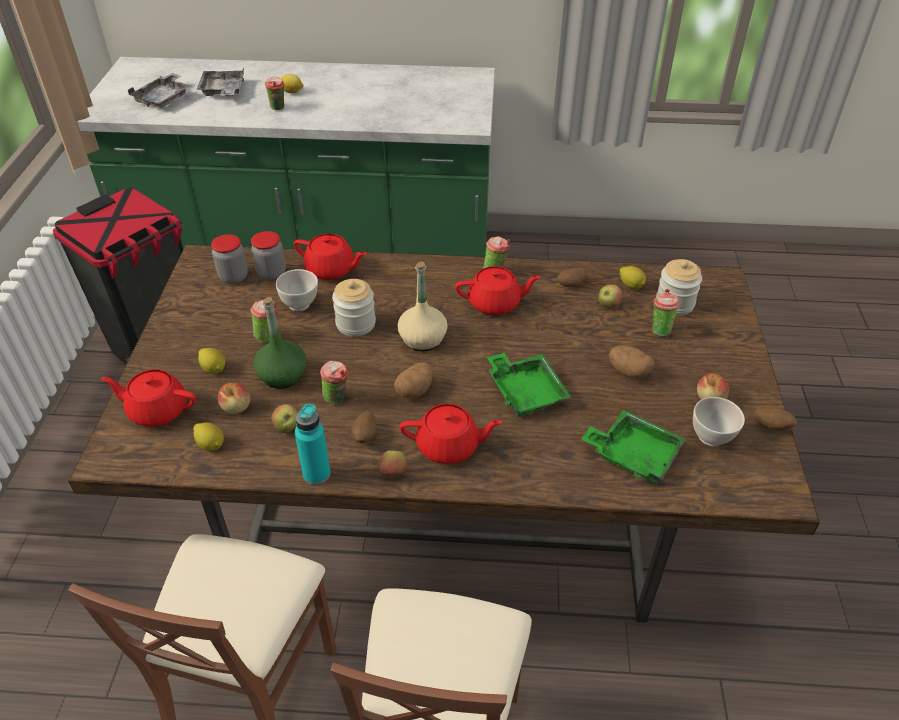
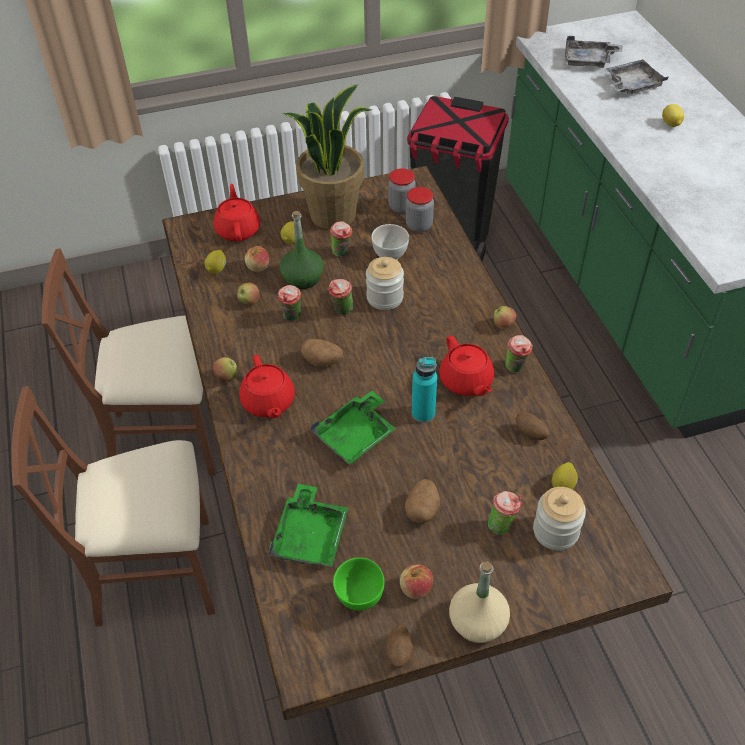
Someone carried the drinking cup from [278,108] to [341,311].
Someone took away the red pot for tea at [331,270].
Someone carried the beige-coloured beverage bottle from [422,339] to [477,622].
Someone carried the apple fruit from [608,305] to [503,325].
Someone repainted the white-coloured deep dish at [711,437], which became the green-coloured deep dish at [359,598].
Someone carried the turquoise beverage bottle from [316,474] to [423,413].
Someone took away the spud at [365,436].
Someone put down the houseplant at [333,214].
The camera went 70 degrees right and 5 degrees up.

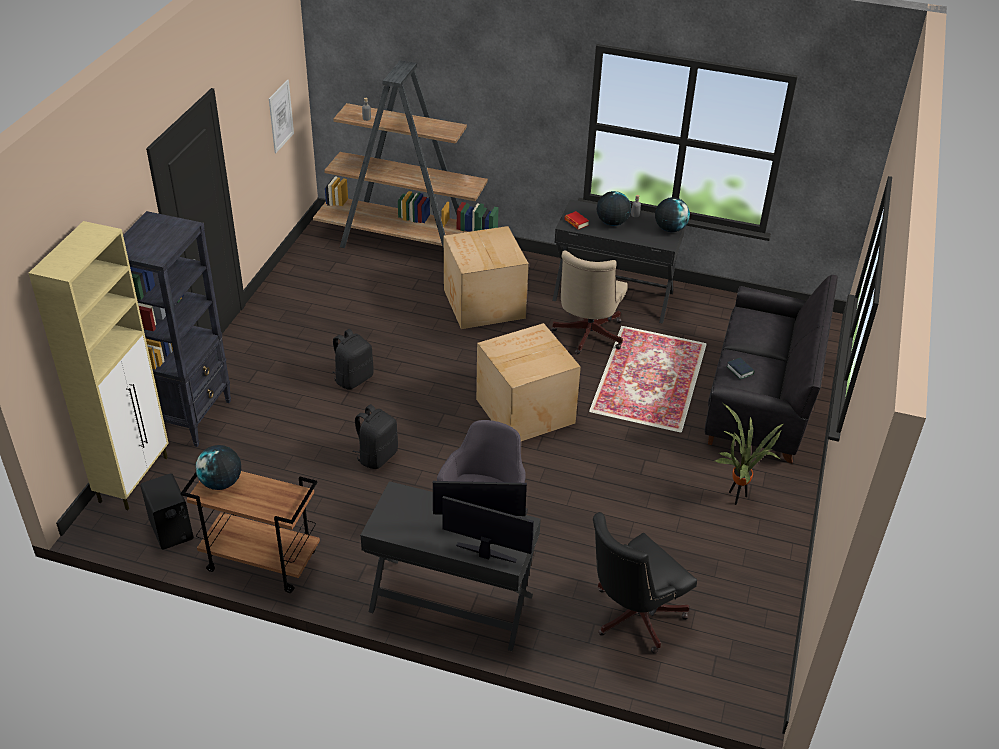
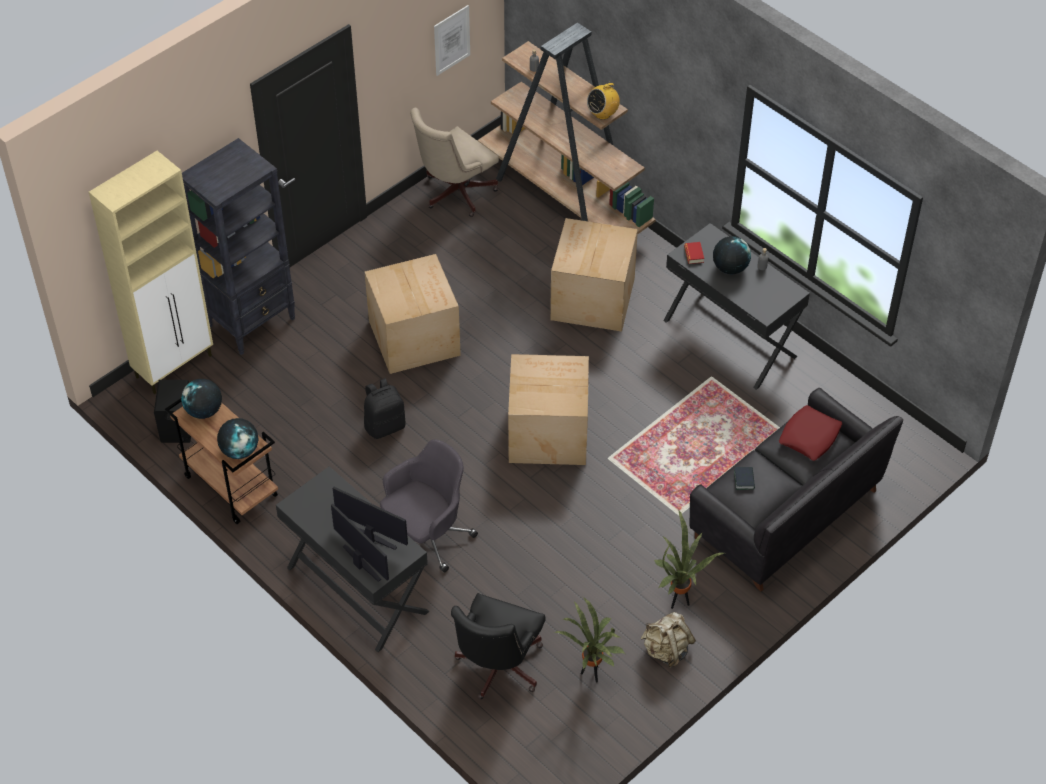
Someone carried the desk globe from [670,229] to [240,450].
Someone carried the beige-coloured office chair from [587,336] to [454,194].
Someone swapped the blackish rucksack at [353,378] for the packing box at [415,337].
Someone rotated the blackish office chair at [632,617] by 60 degrees counterclockwise.
Someone put down the radio at [603,114].
Someone put down the red throw pillow at [809,437].
Someone put down the houseplant at [591,675].
Someone put down the beige-coloured rucksack at [666,650].
The camera went 30 degrees right and 10 degrees up.

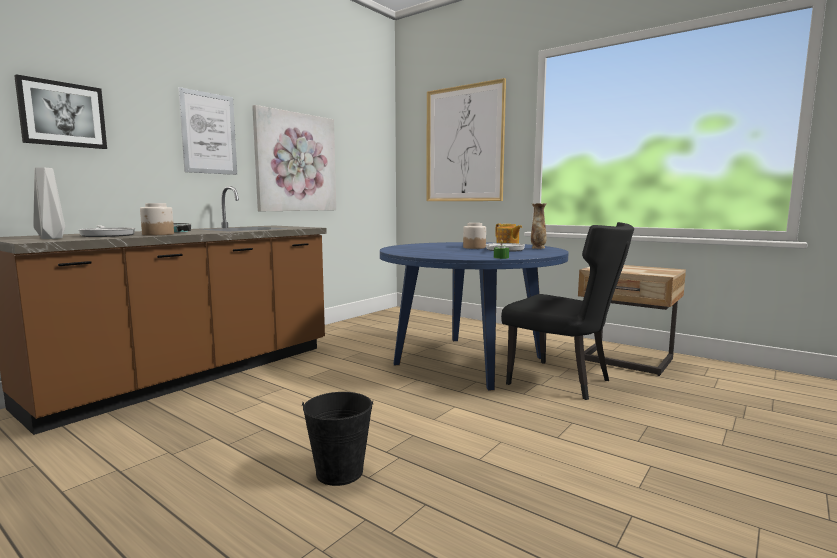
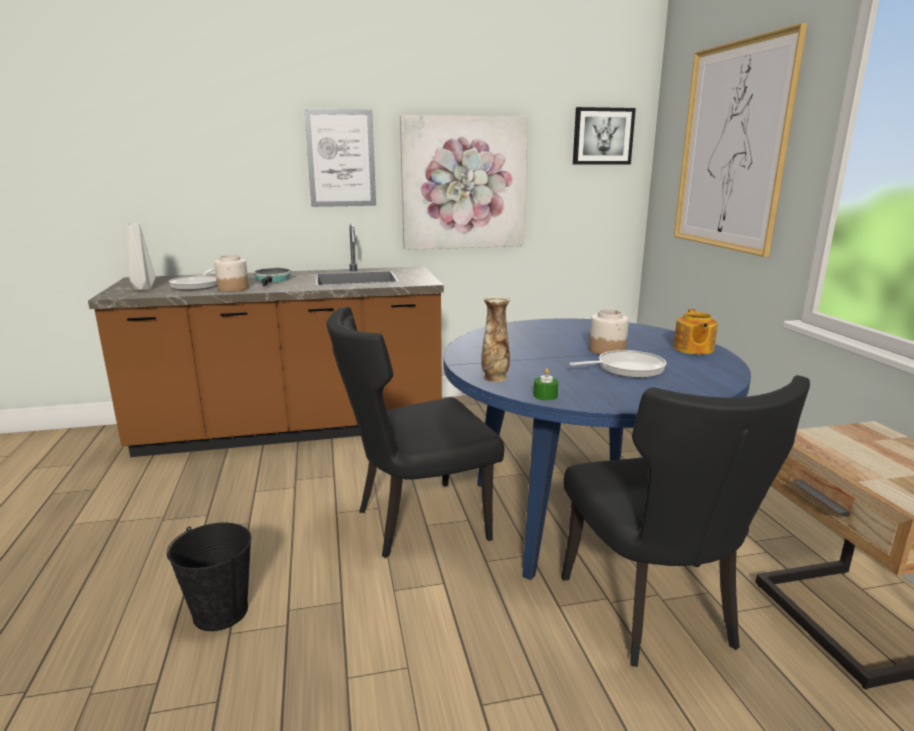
Someone carried the picture from [62,114] to [602,136].
Someone carried the flower vase from [538,248] to [495,378].
Someone put down the blackish chair at [416,522].
The camera went 40 degrees right and 10 degrees up.

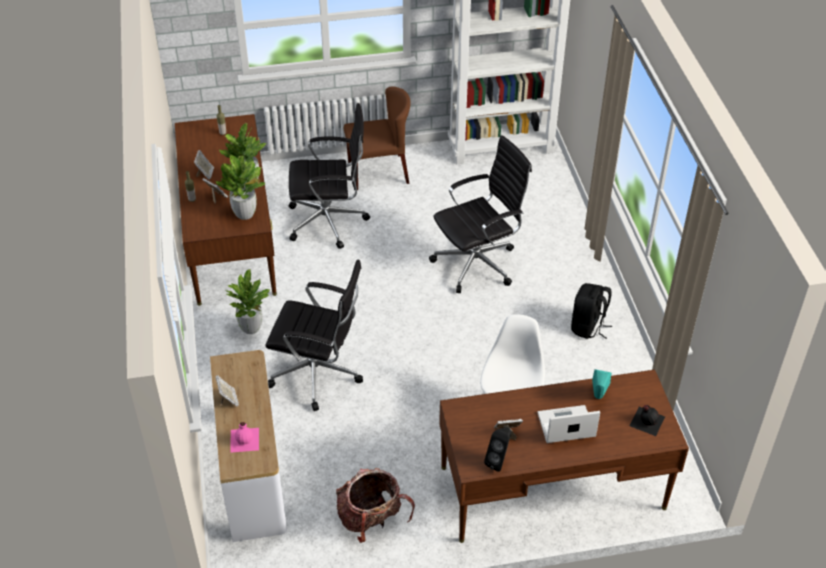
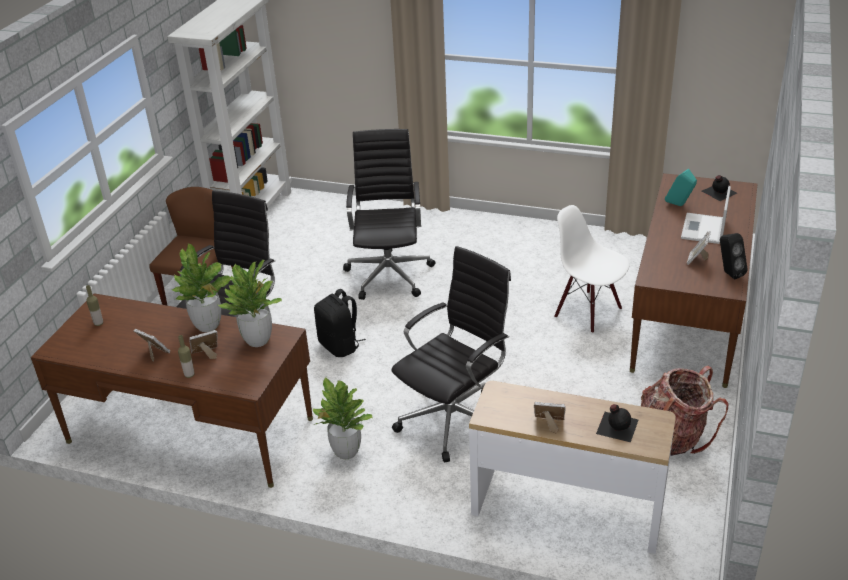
Someone carried the blackish rucksack from [588,327] to [340,346].
Someone repainted the pink-coloured beverage bottle at [245,439], which became the blackish beverage bottle at [616,426].
The camera went 60 degrees left and 10 degrees down.

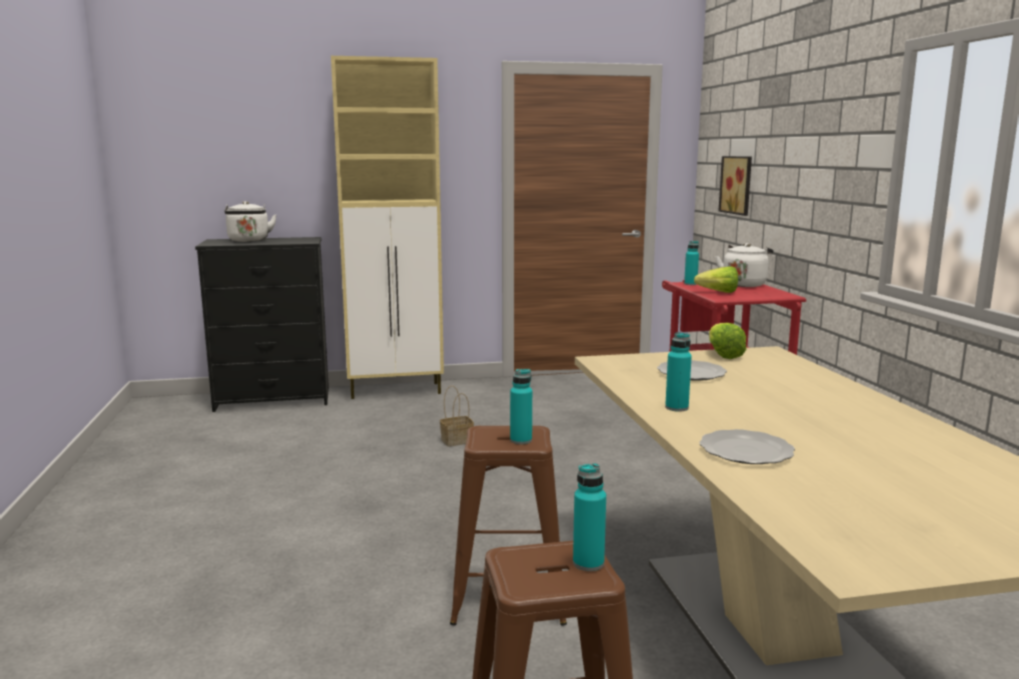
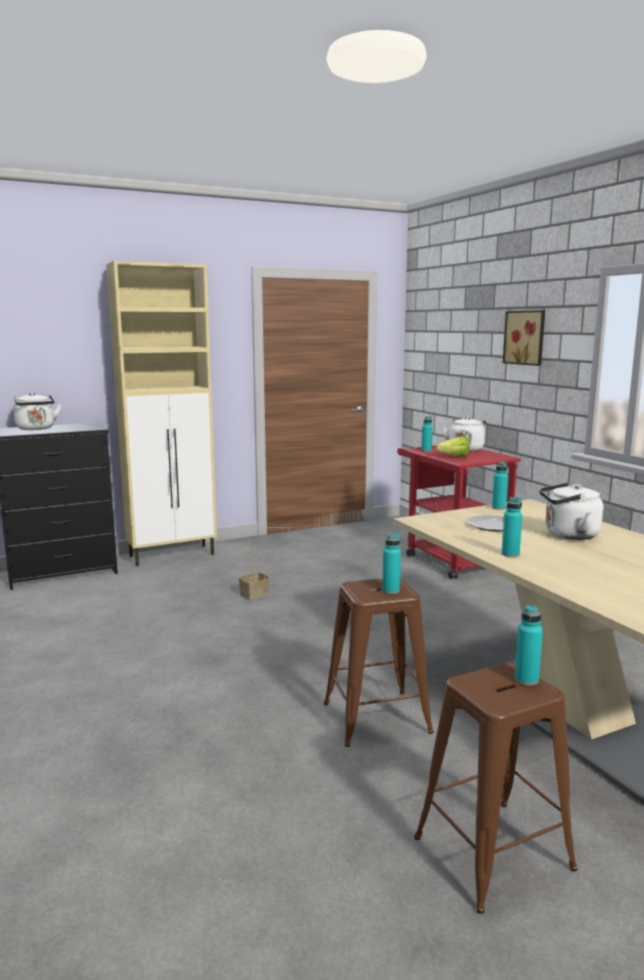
Someone carried the picture from [738,185] to [526,337].
Someone swapped the lettuce head at [722,353] for the turquoise beverage bottle at [499,508].
Someone took away the plate at [747,451].
Someone put down the white-coloured water kettle at [568,535].
The camera went 15 degrees left and 0 degrees up.

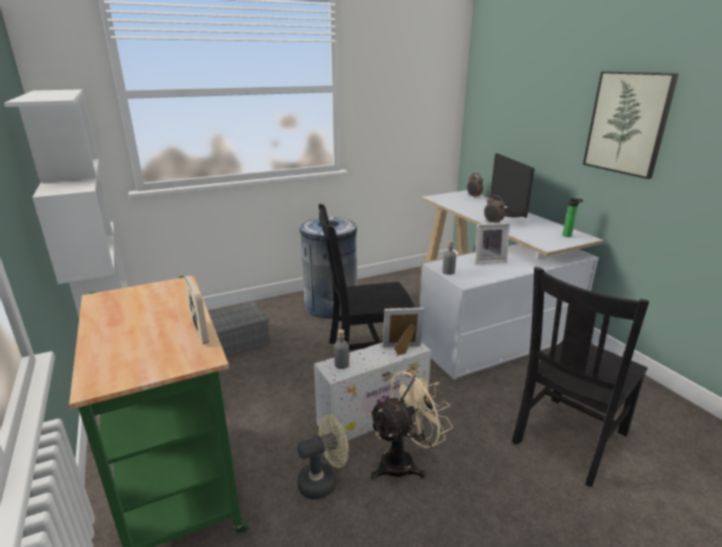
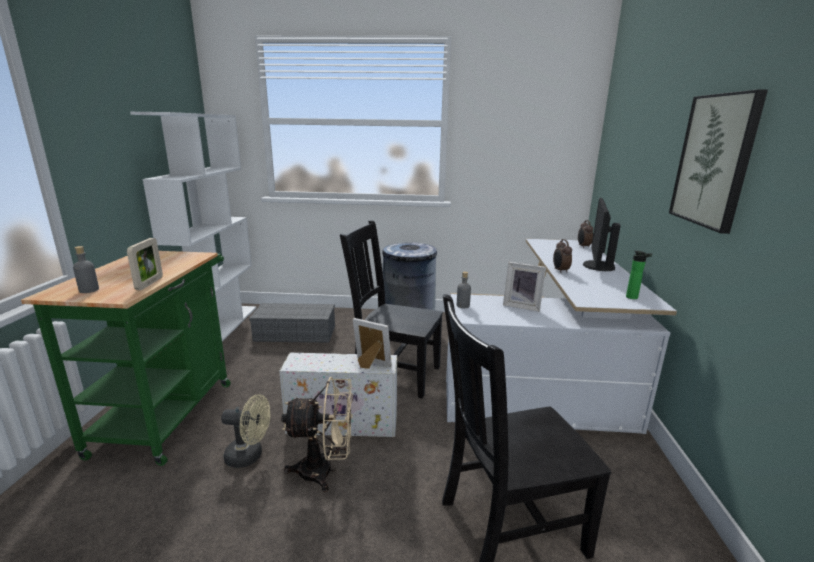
Someone carried the gray beverage bottle from [341,364] to [89,290].
The camera went 30 degrees right and 5 degrees down.

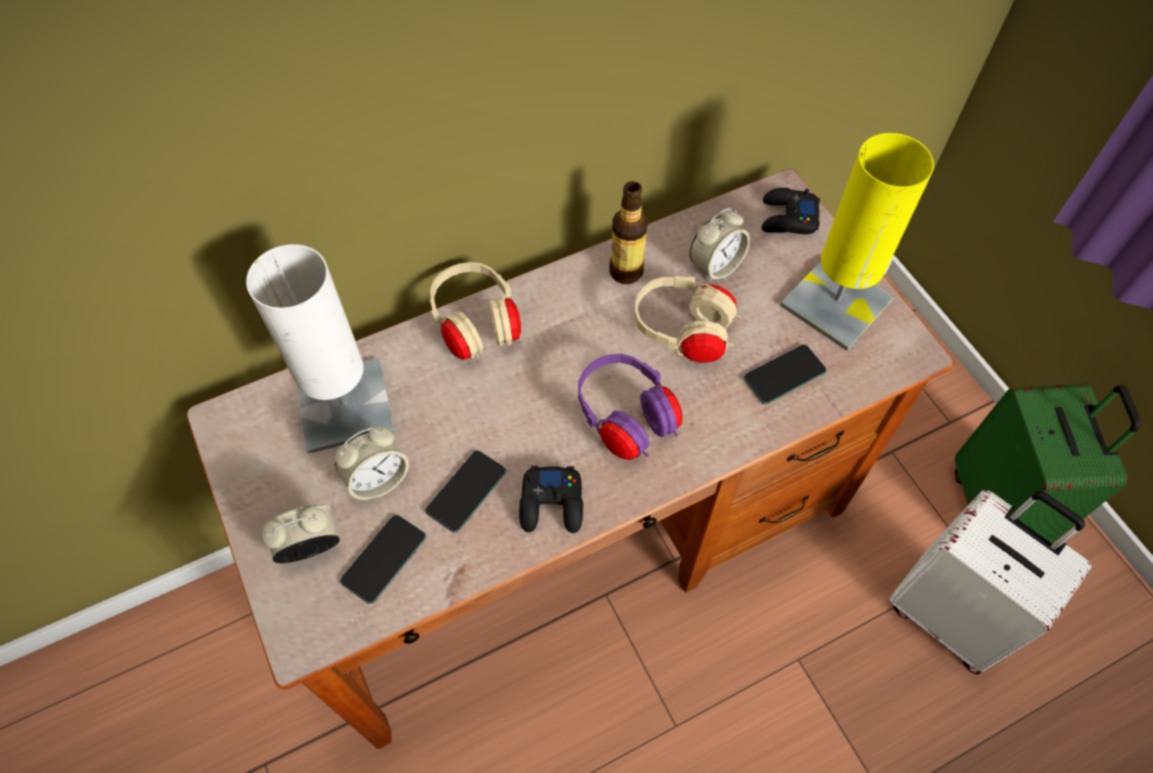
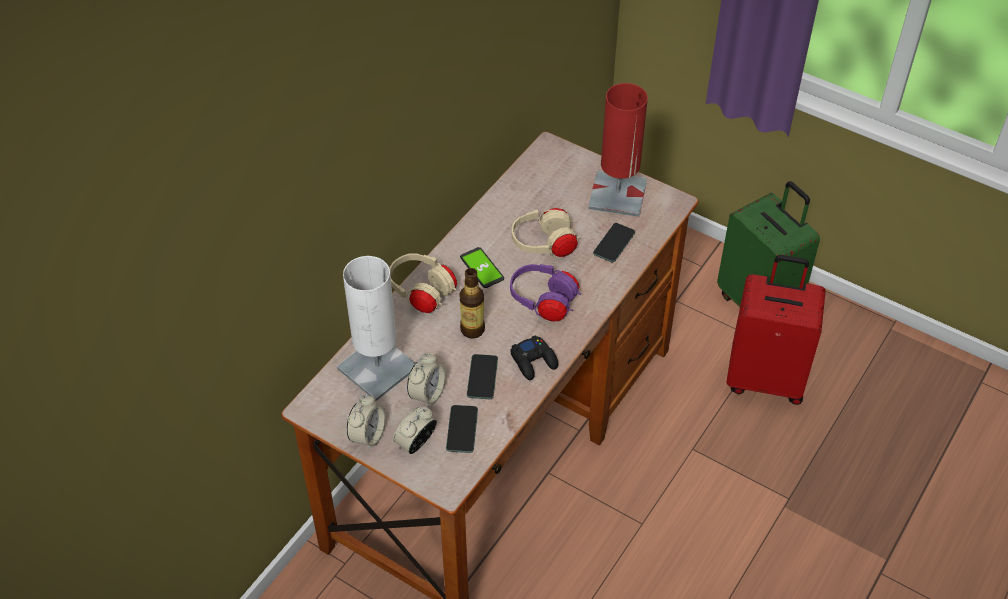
Someone repainted the yellow tabletop lamp at [836,303], which became the red tabletop lamp at [617,194].
Someone carried the beverage bottle from [626,271] to [472,329].
Someone took away the blackish joypad at [788,218].
Someone carried the alarm clock from [715,266] to [368,436].
Someone repainted the white-coloured suitcase at [949,613], which became the red suitcase at [766,378].
Someone put down the telephone at [481,268].
The camera went 30 degrees left and 10 degrees down.

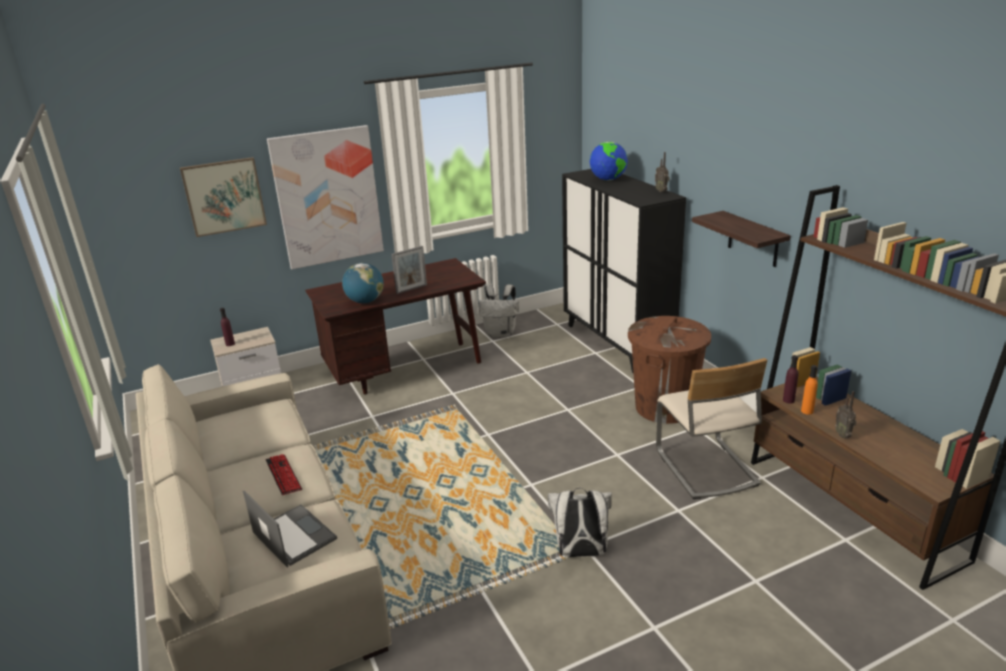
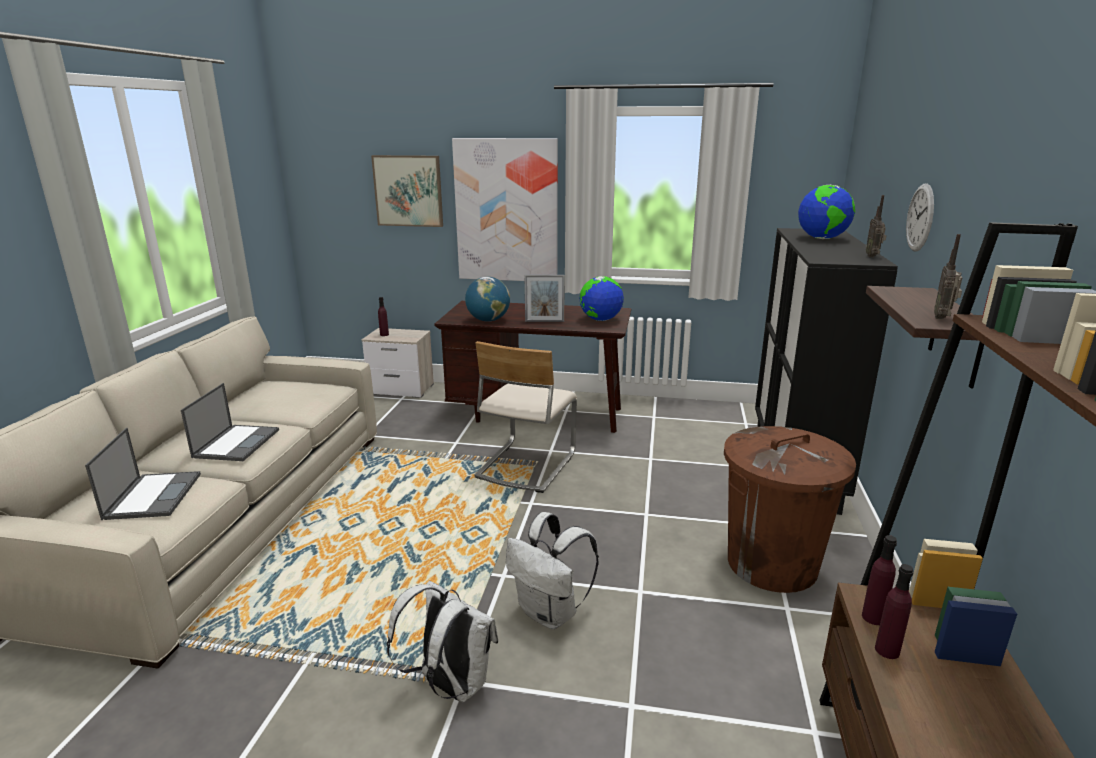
Someone carried the white-coloured rucksack from [501,333] to [550,613].
Someone carried the beige-coloured chair from [705,468] to [525,465].
Someone repainted the orange-coloured beverage bottle at [807,411], which became the purple-coloured beverage bottle at [887,650].
Someone carried the radio from [843,435] to [943,318].
Someone swapped the computer keyboard at [283,475] for the notebook computer at [237,443].
Someone put up the wall clock at [920,217].
Someone put down the desk globe at [600,320].
The camera went 35 degrees right and 5 degrees down.

